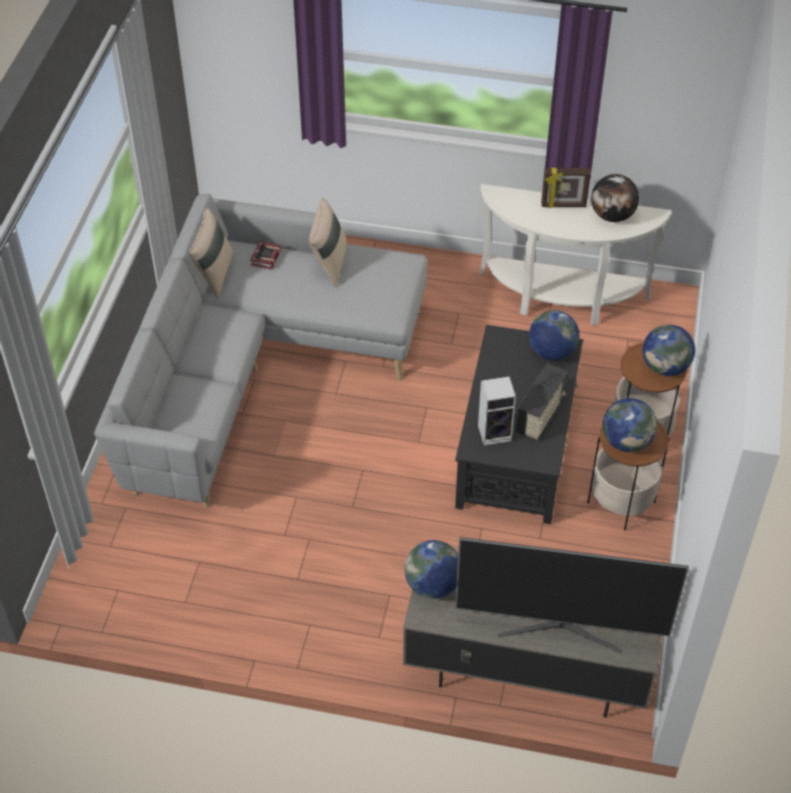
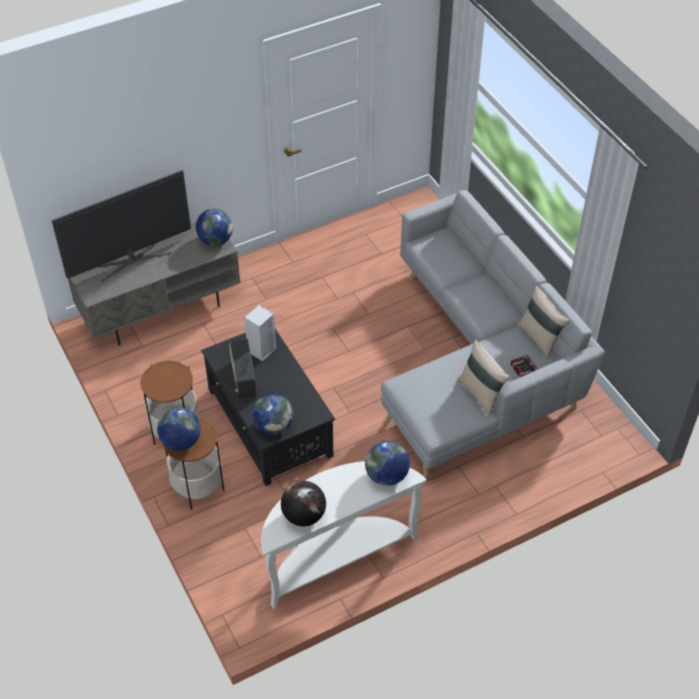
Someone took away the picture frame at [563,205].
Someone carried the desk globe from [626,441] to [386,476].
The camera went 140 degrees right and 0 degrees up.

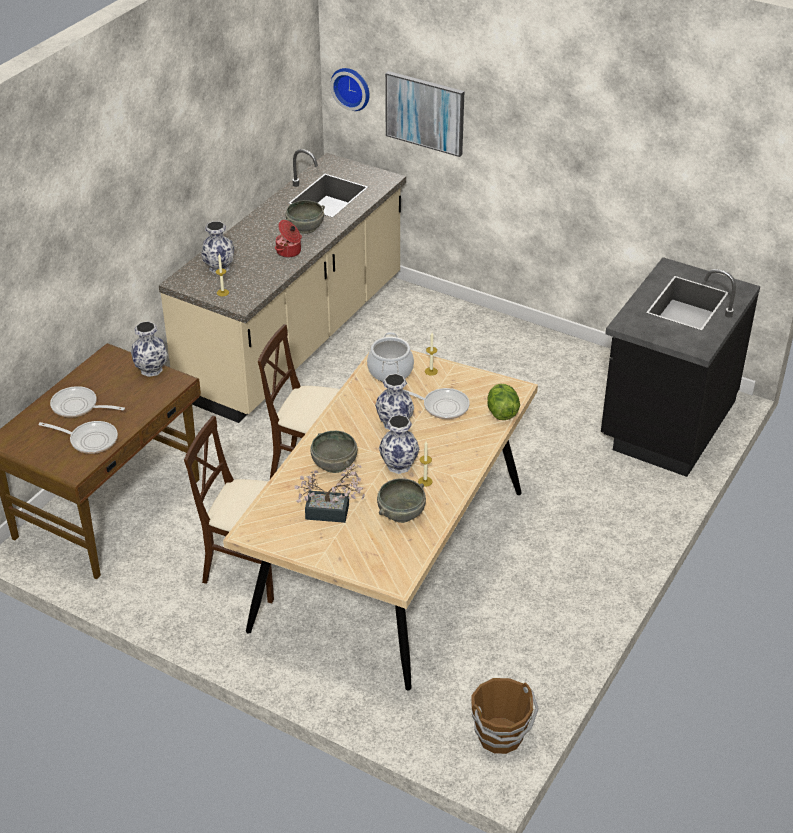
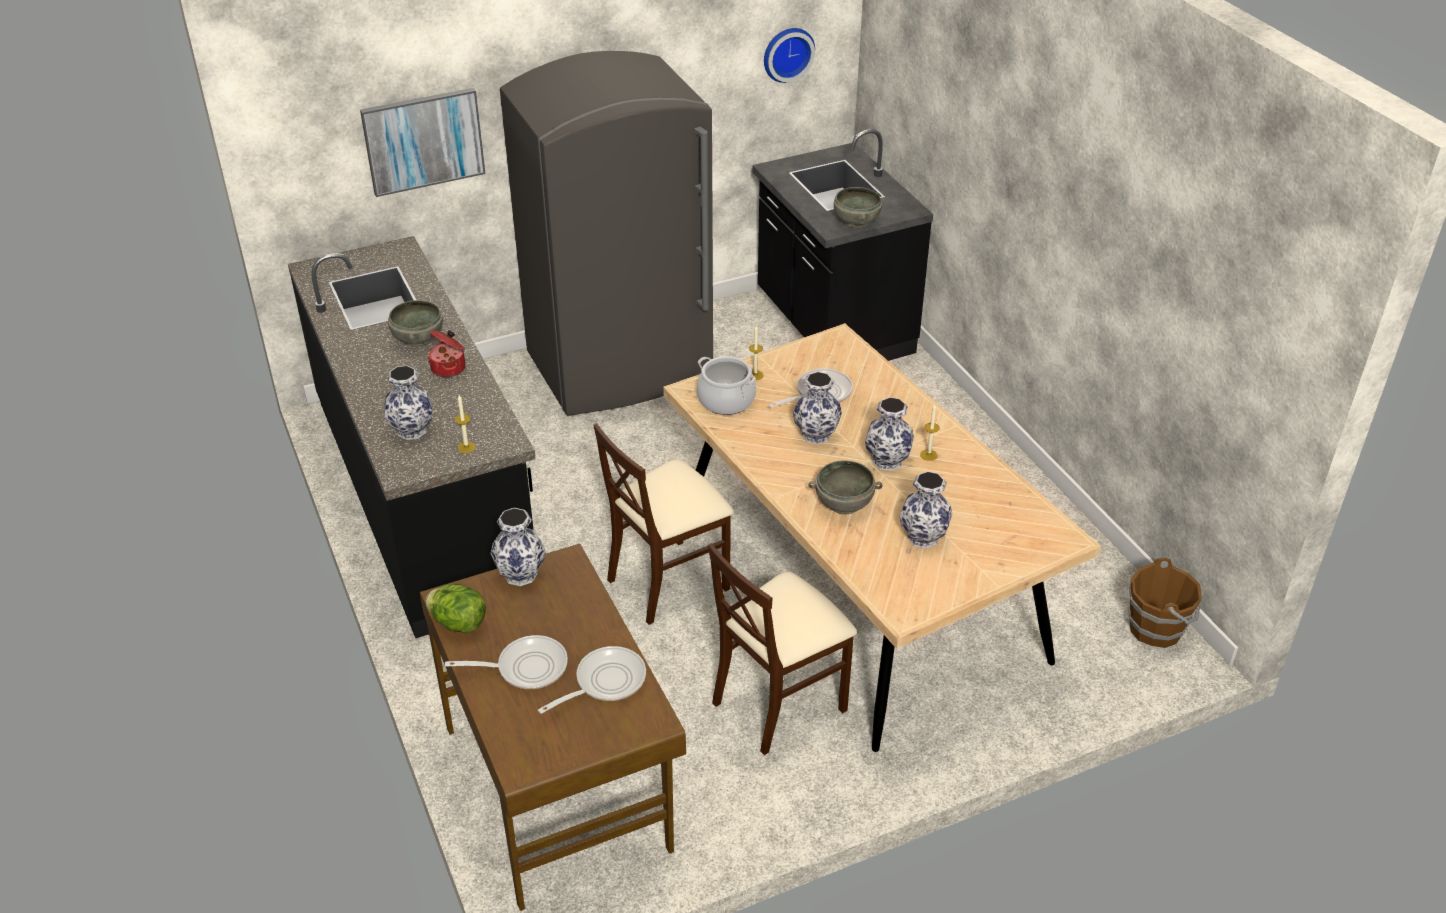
Someone carried the wall clock from [352,88] to [787,53].
Someone repainted the beige-coloured kitchen base unit at [295,338], which became the blackish kitchen base unit at [425,493].
Someone carried the lettuce head from [502,412] to [458,623].
Someone rotated the skillet at [78,407] by 150 degrees counterclockwise.
Someone swapped the houseplant at [333,512] for the flower vase at [923,538].
Someone carried the gray deep dish from [401,513] to [855,221].
Someone put down the gray kitchen fridge at [621,367].
The camera went 55 degrees left and 0 degrees up.

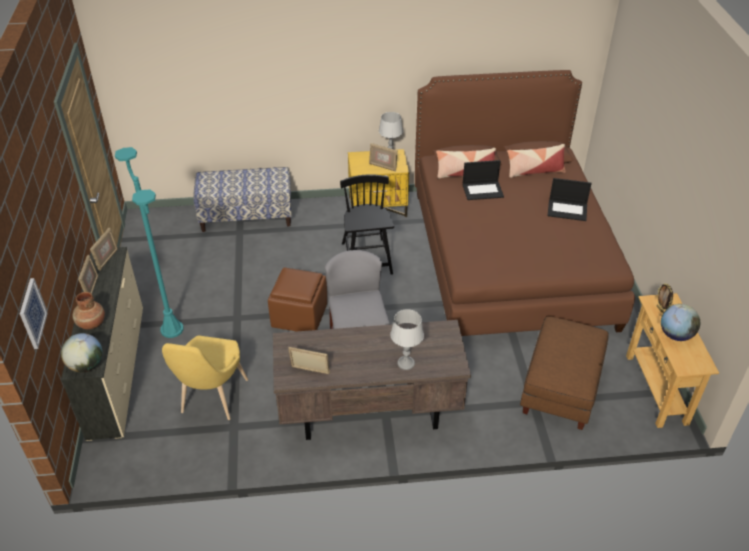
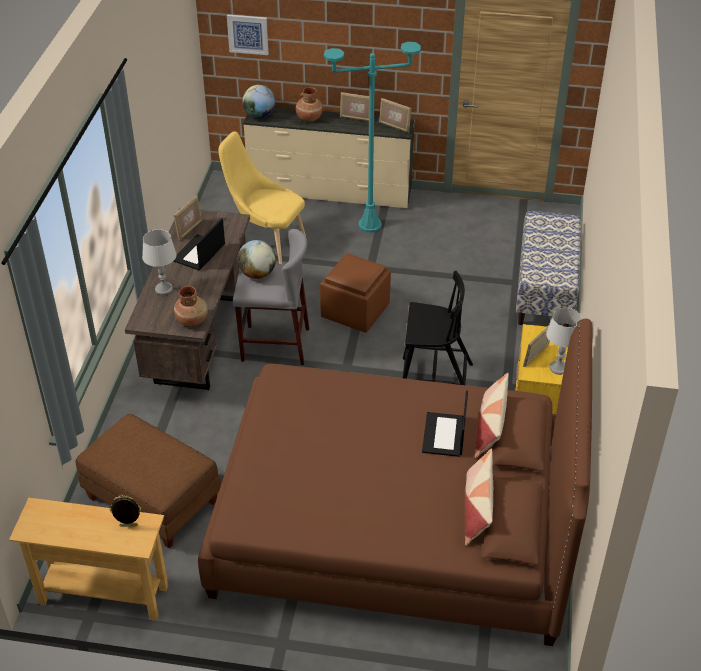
Someone carried the notebook computer from [567,210] to [199,253].
Someone carried the desk globe from [675,335] to [257,274].
Someone put down the brown-coloured flower vase at [192,320].
The camera went 105 degrees right and 0 degrees up.

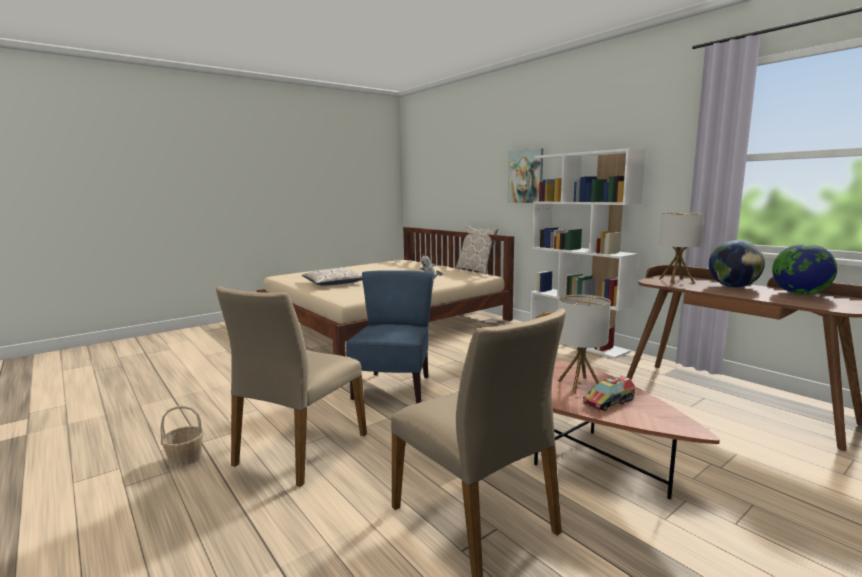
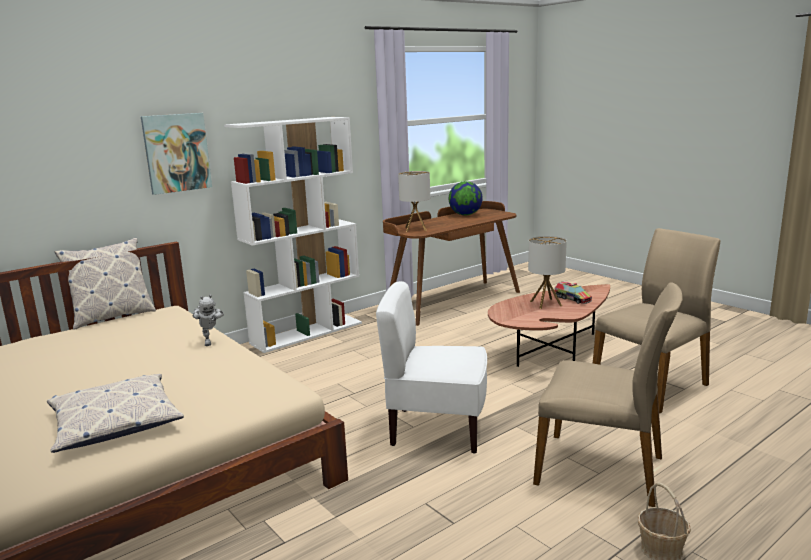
Someone took away the desk globe at [733,286].
Someone repainted the blue chair at [393,388], which became the white-coloured chair at [437,429].
The camera went 90 degrees left and 5 degrees up.

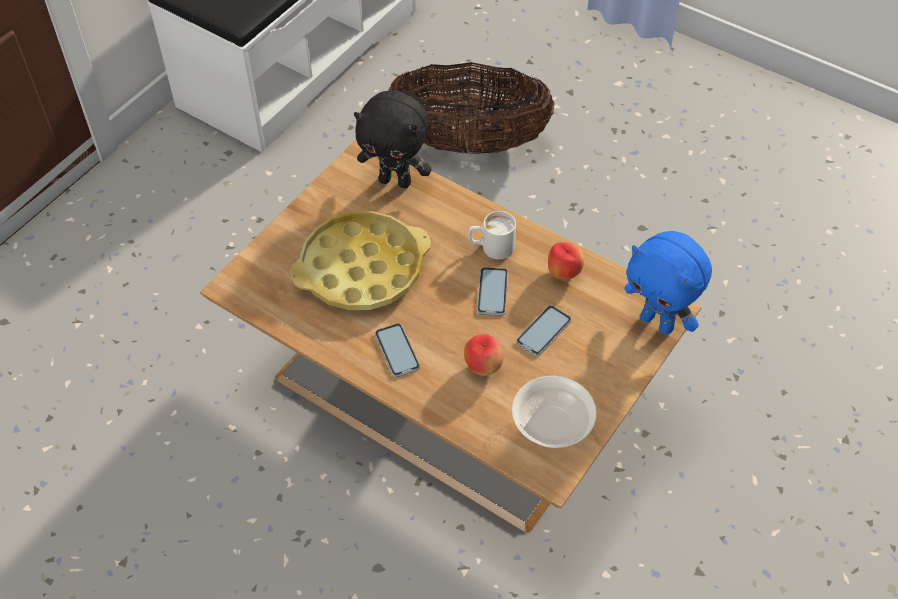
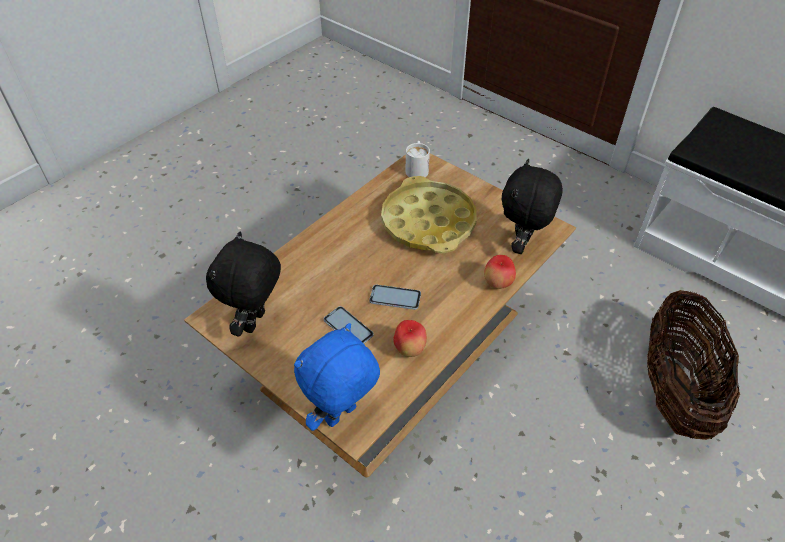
Someone carried the white-coloured tea mug from [491,247] to [417,168].
Someone took away the telephone at [397,350].
Someone carried the apple fruit from [483,367] to [497,284].
Someone swapped the deep dish at [553,424] for the blackish cuddly toy at [256,322].
The camera went 95 degrees right and 5 degrees down.

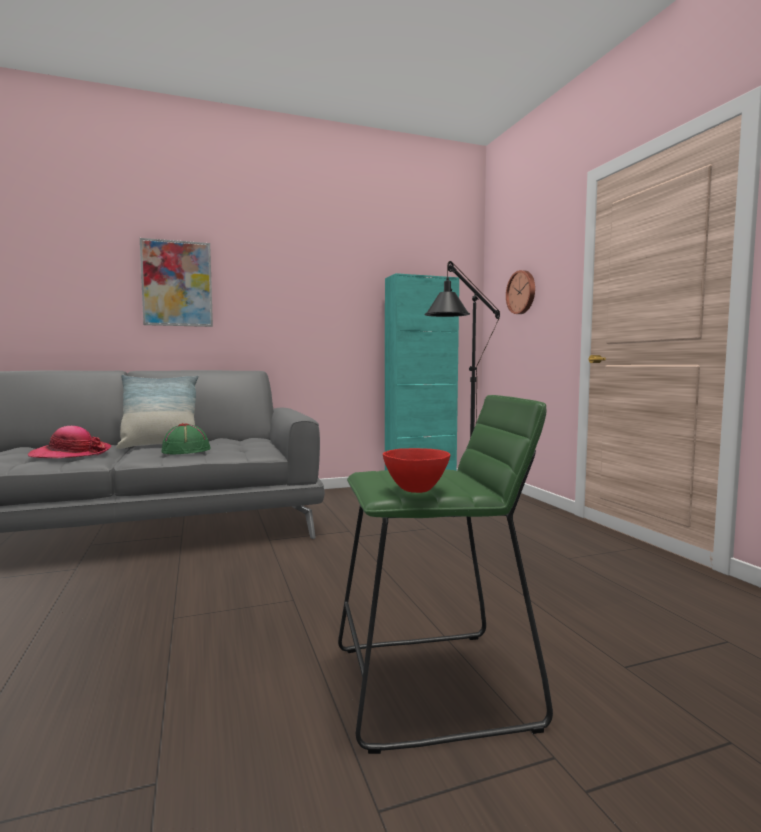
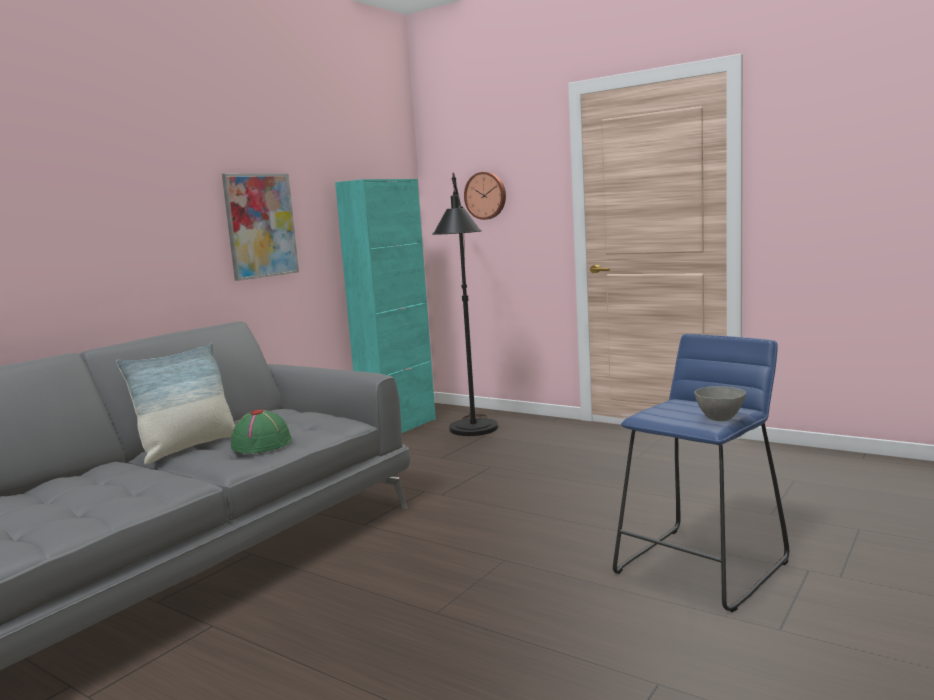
Someone carried the picture from [177,284] to [260,225].
Someone repainted the green-coloured sitting stool at [434,686], which became the blue sitting stool at [702,567].
Someone took away the hat at [71,454].
Someone repainted the red deep dish at [416,490], which became the gray deep dish at [720,419].
The camera went 35 degrees left and 5 degrees up.

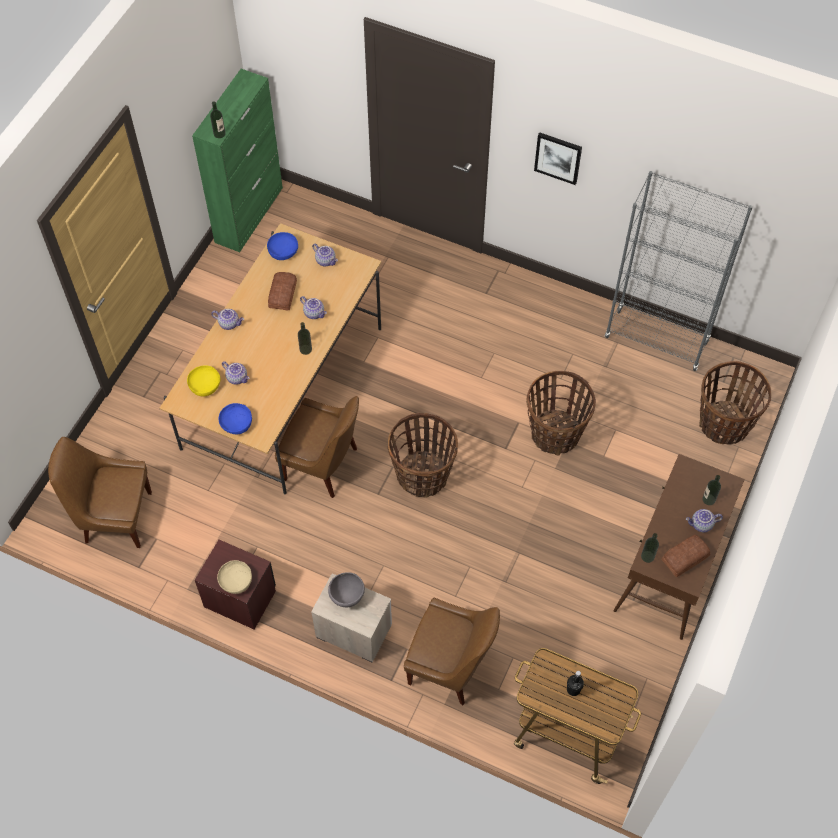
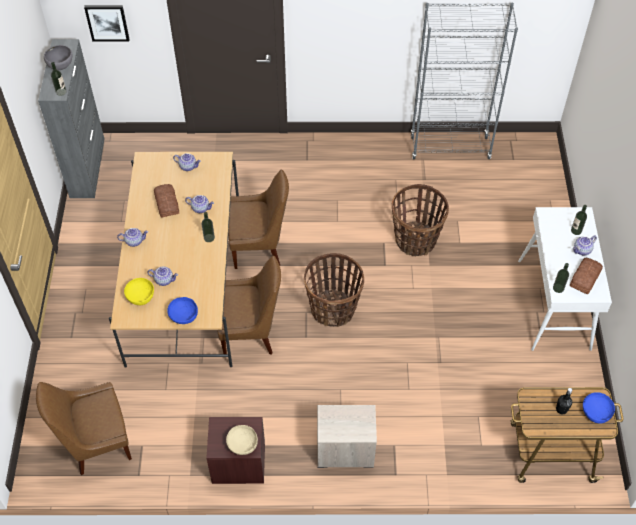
Someone repainted the green-coloured storage cabinet at [249,214], which became the gray storage cabinet at [87,167].
Someone carried the picture from [558,157] to [107,22].
Someone carried the blue deep dish from [283,252] to [595,412].
Someone took away the storage basket at [723,424].
Someone repainted the brown-coloured narrow table at [670,571], which became the white-coloured narrow table at [554,305].
Someone carried the gray deep dish from [347,597] to [61,67].
Someone carried the brown-coloured chair from [451,667] to [259,247].
The camera went 25 degrees left and 5 degrees down.

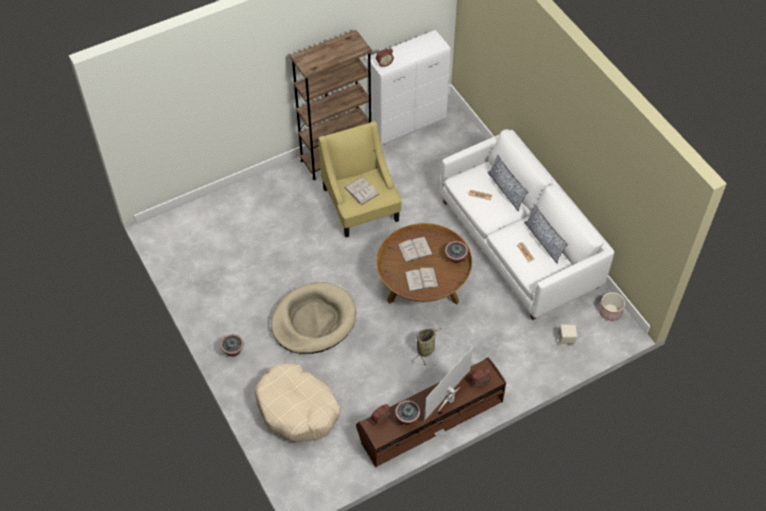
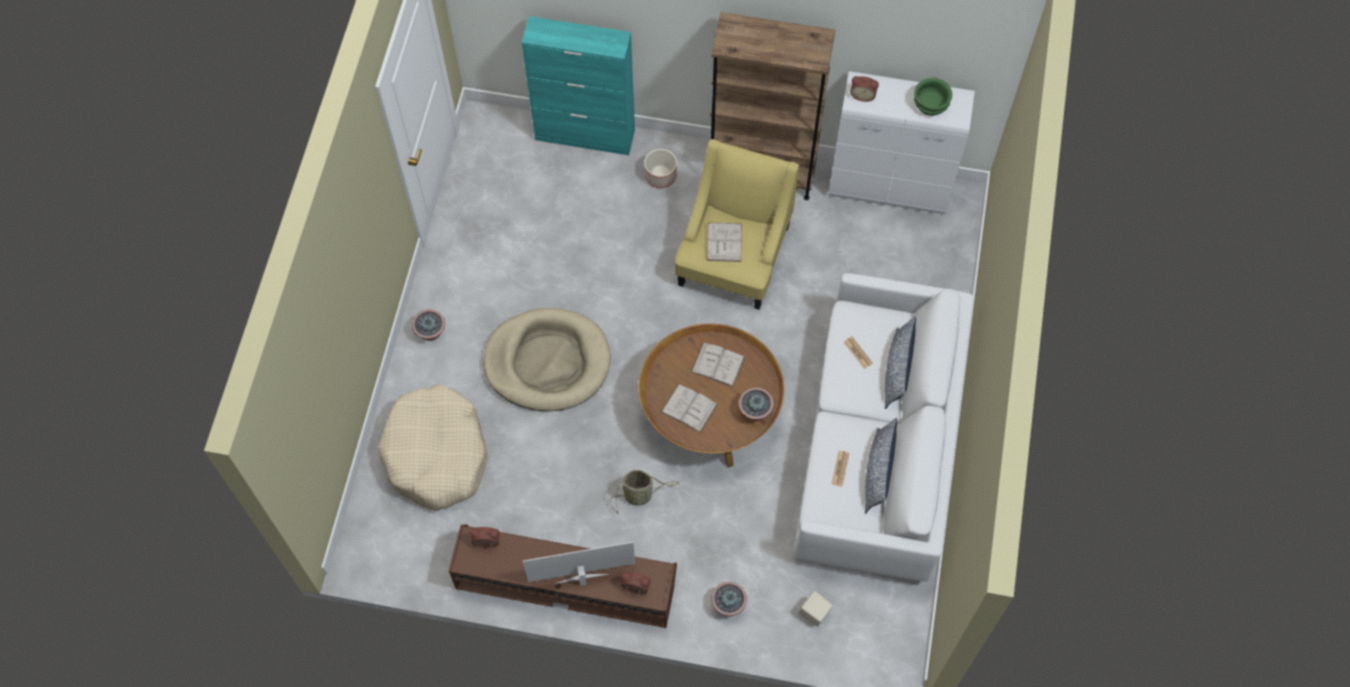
Someone carried the plant pot from [610,312] to [661,176].
Someone carried the houseplant from [407,418] to [728,604].
Someone put down the turquoise storage cabinet at [585,135].
Someone put down the green-coloured deep dish at [931,104].
The camera went 40 degrees right and 10 degrees up.

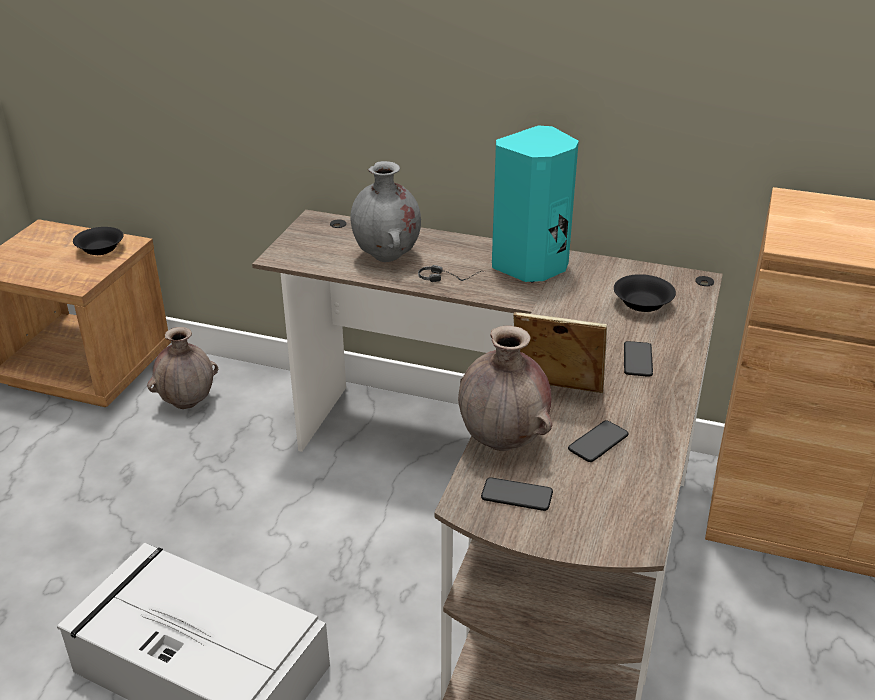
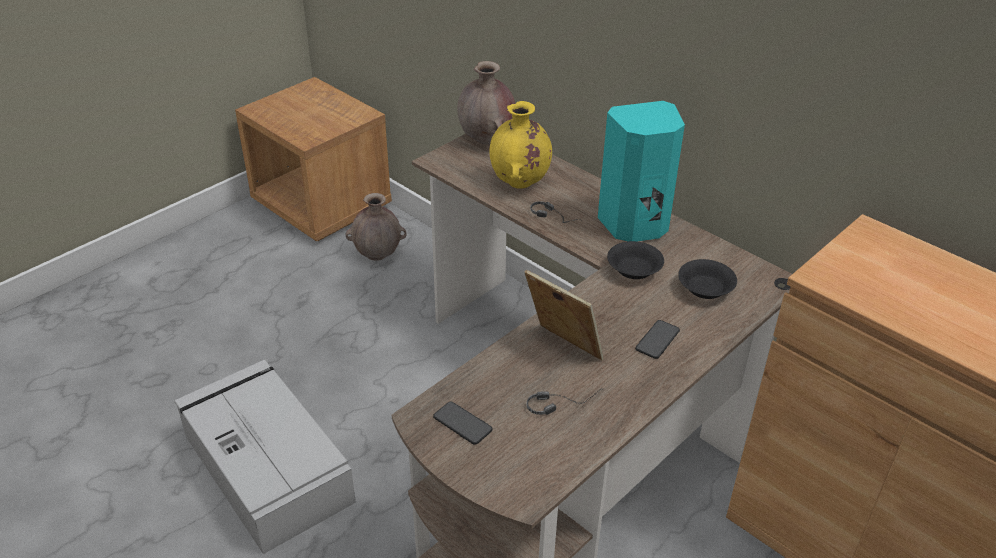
Someone repainted the gray flower vase at [387,257], which became the yellow flower vase at [520,184].
Someone carried the blackish deep dish from [100,250] to [633,270].
Someone carried the brown-coloured flower vase from [503,442] to [486,140].
Someone swapped the telephone at [598,442] for the pair of headphones at [563,402].
The camera went 25 degrees right and 5 degrees up.

